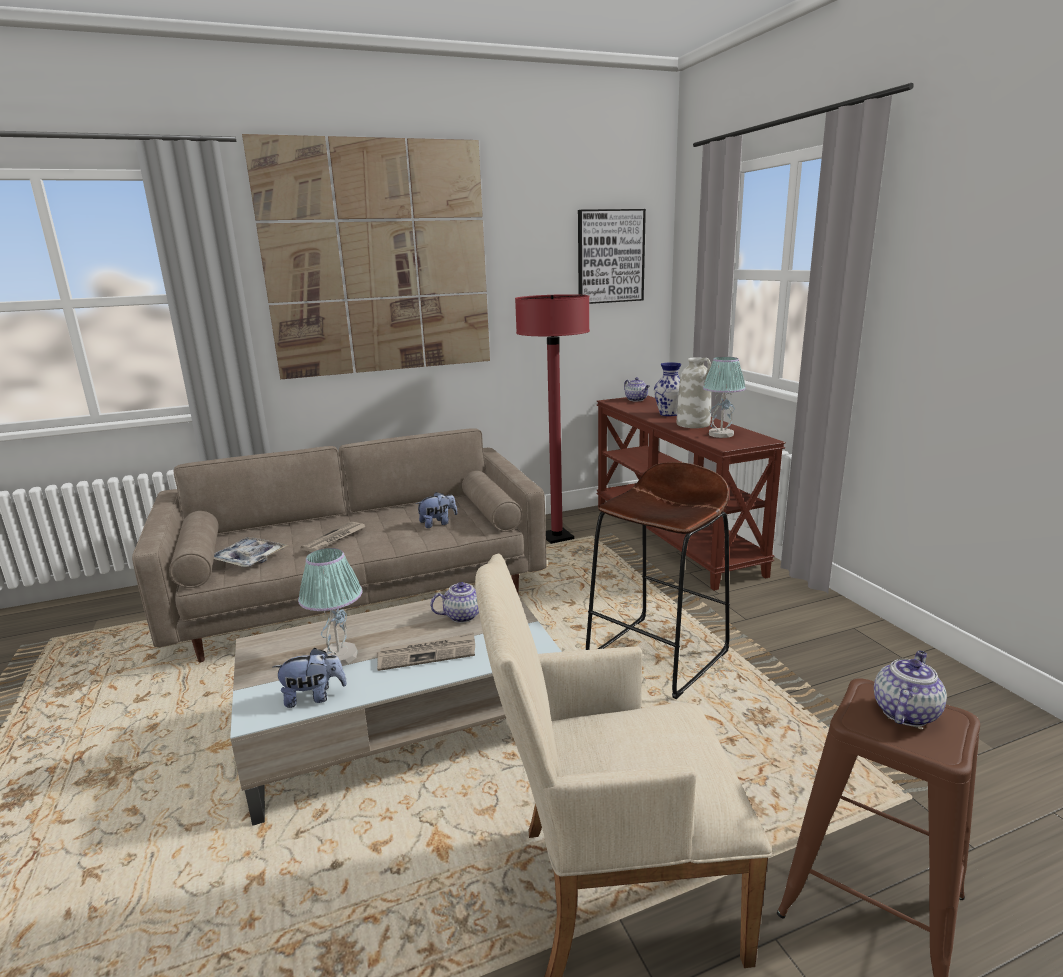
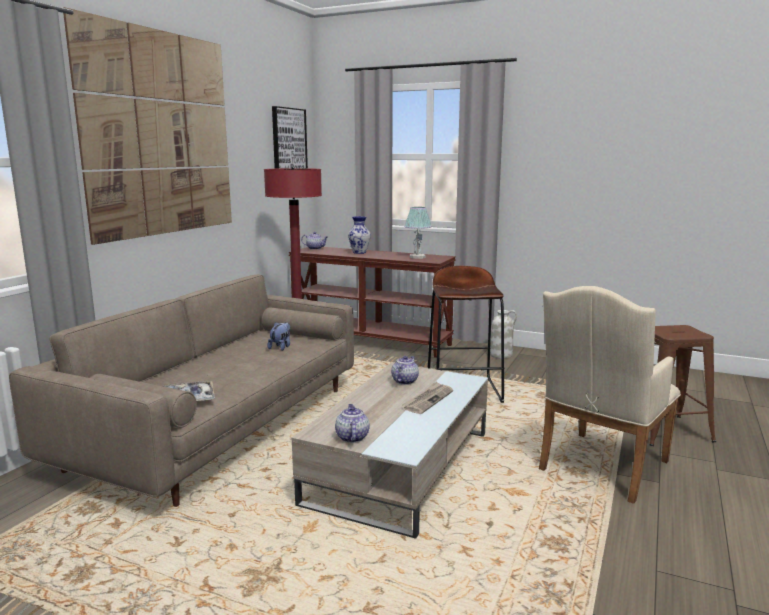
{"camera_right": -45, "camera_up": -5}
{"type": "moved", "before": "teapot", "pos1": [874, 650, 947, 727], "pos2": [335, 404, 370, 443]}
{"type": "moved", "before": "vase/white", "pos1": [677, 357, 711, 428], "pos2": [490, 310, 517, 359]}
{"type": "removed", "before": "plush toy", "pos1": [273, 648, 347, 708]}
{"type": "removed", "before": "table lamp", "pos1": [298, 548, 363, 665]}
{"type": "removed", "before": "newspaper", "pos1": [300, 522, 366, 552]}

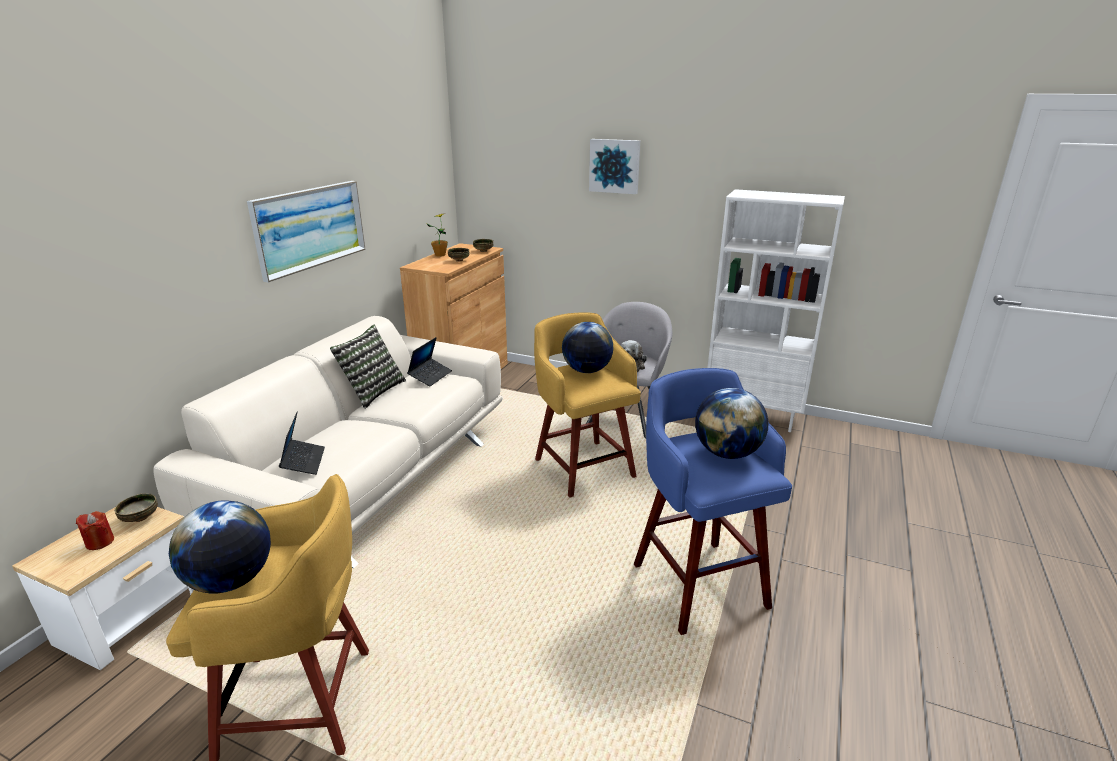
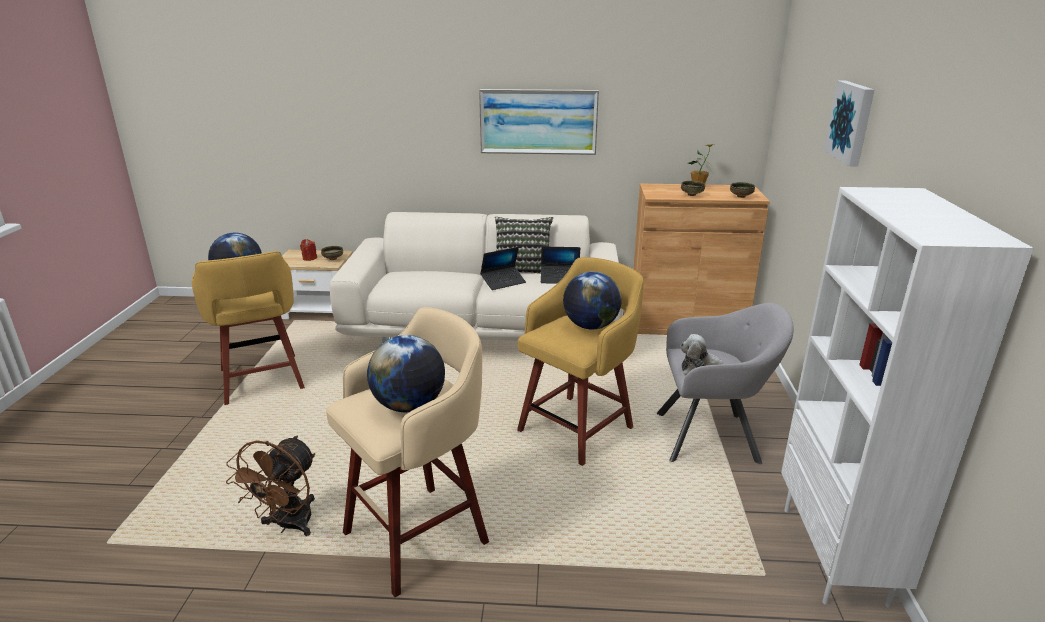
{"camera_right": 70, "camera_up": 0}
{"type": "added", "after": "fan/brown", "pos2": [226, 435, 315, 536]}
{"type": "recoloured", "before": "stool/blue", "after": "stool/beige", "pos1": [634, 368, 792, 635], "pos2": [326, 307, 489, 597]}
{"type": "moved", "before": "laptop", "pos1": [279, 411, 325, 475], "pos2": [480, 247, 526, 290]}

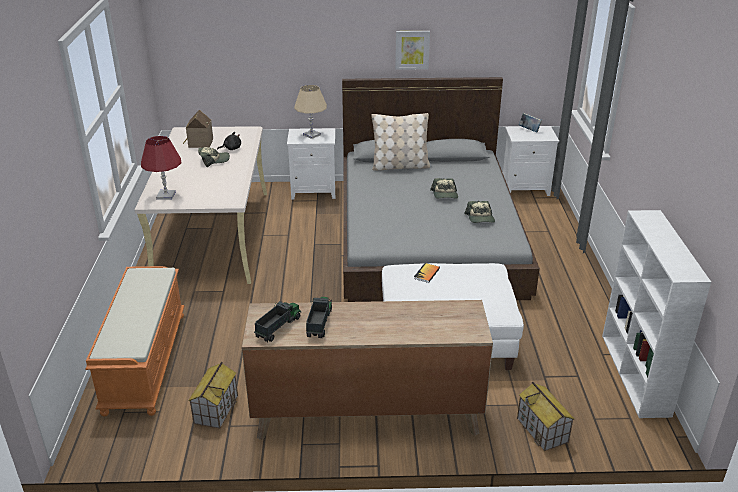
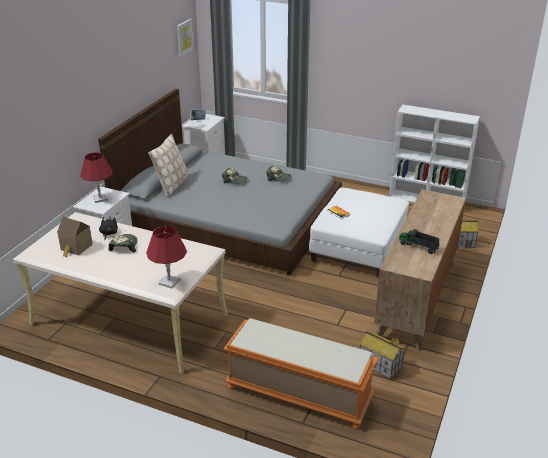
{"camera_right": -65, "camera_up": 0}
{"type": "recoloured", "before": "table lamp/beige", "after": "table lamp/red", "pos1": [294, 85, 327, 139], "pos2": [80, 152, 113, 203]}
{"type": "moved", "before": "picture", "pos1": [395, 31, 430, 70], "pos2": [177, 19, 194, 57]}
{"type": "removed", "before": "toy truck", "pos1": [254, 301, 301, 342]}

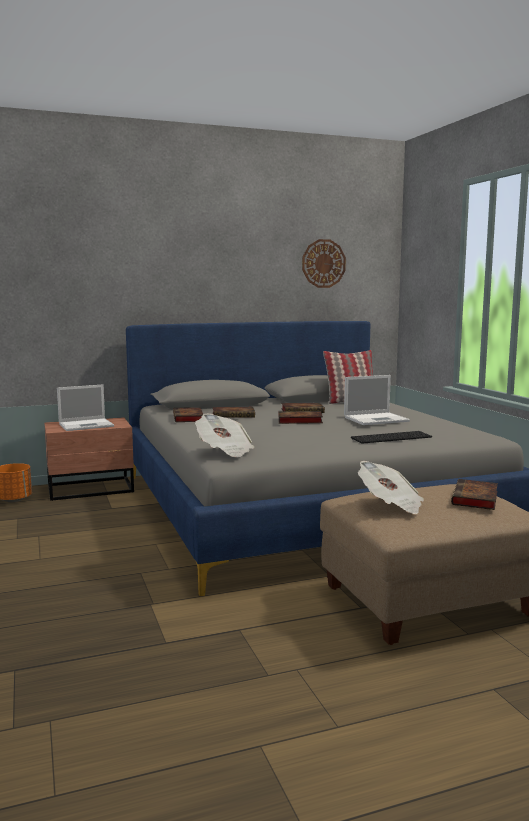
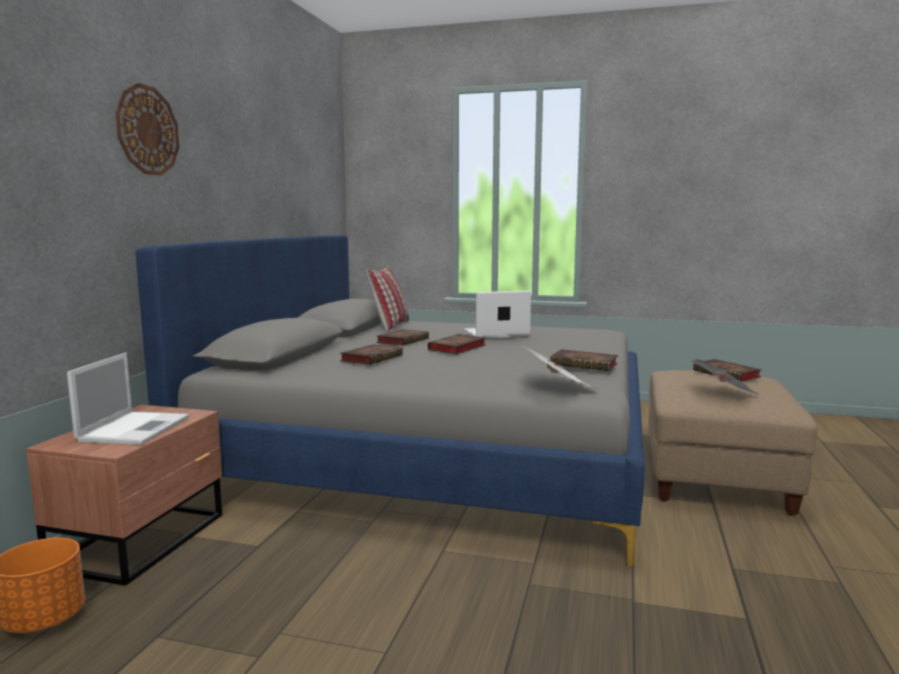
{"camera_right": -55, "camera_up": 0}
{"type": "moved", "before": "wall clock", "pos1": [302, 239, 346, 288], "pos2": [115, 83, 179, 176]}
{"type": "turned", "before": "laptop", "pos1": [344, 375, 410, 425], "pos2": [464, 291, 531, 338], "turn": -120}
{"type": "moved", "before": "book", "pos1": [173, 407, 203, 422], "pos2": [550, 349, 618, 371]}
{"type": "removed", "before": "keyboard", "pos1": [351, 431, 432, 444]}

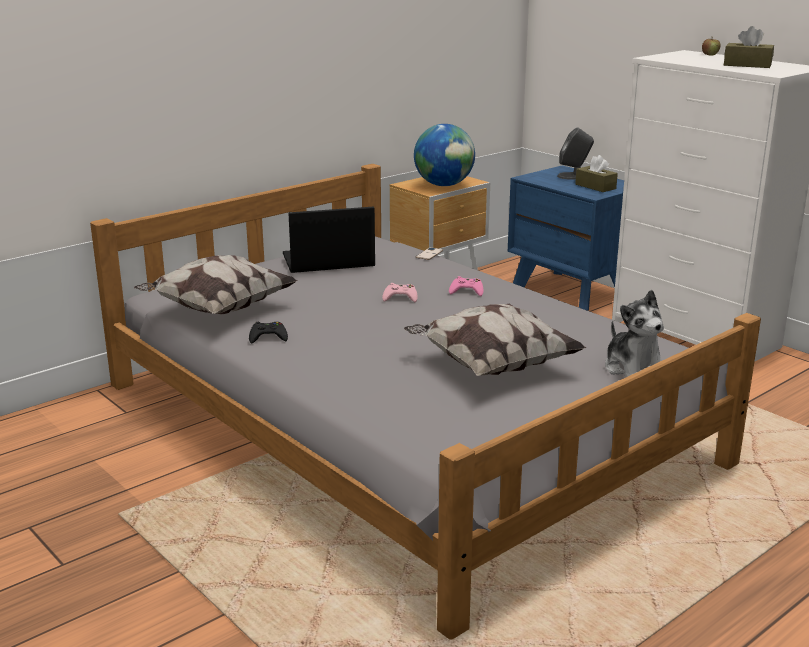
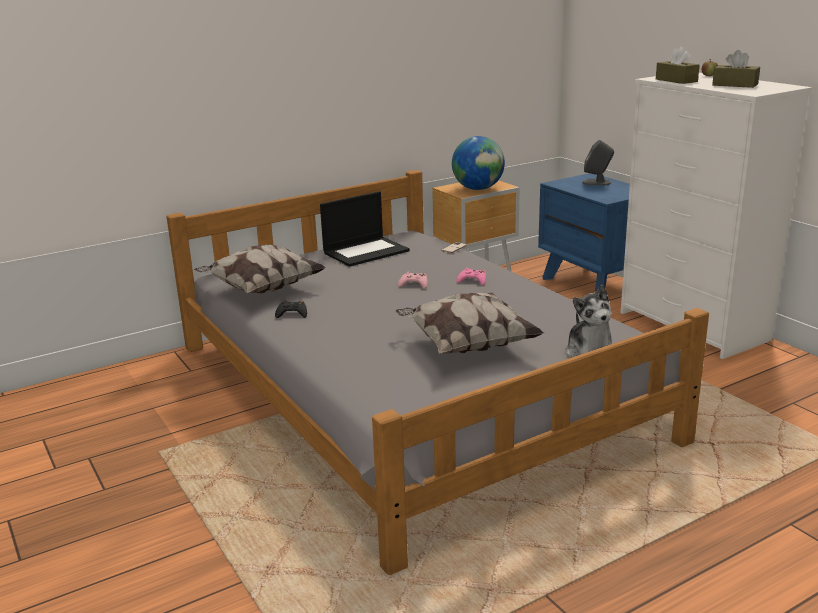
{"camera_right": 10, "camera_up": 0}
{"type": "turned", "before": "laptop", "pos1": [283, 207, 375, 273], "pos2": [320, 191, 410, 267], "turn": 150}
{"type": "moved", "before": "tissue box/brown", "pos1": [575, 155, 618, 192], "pos2": [656, 46, 700, 84]}

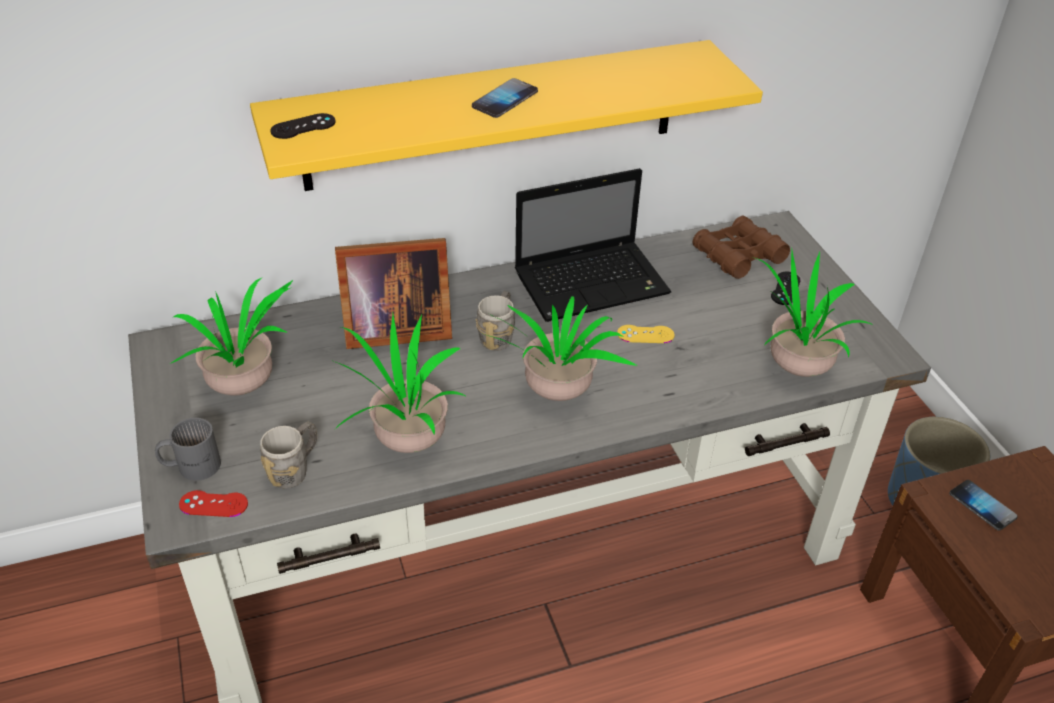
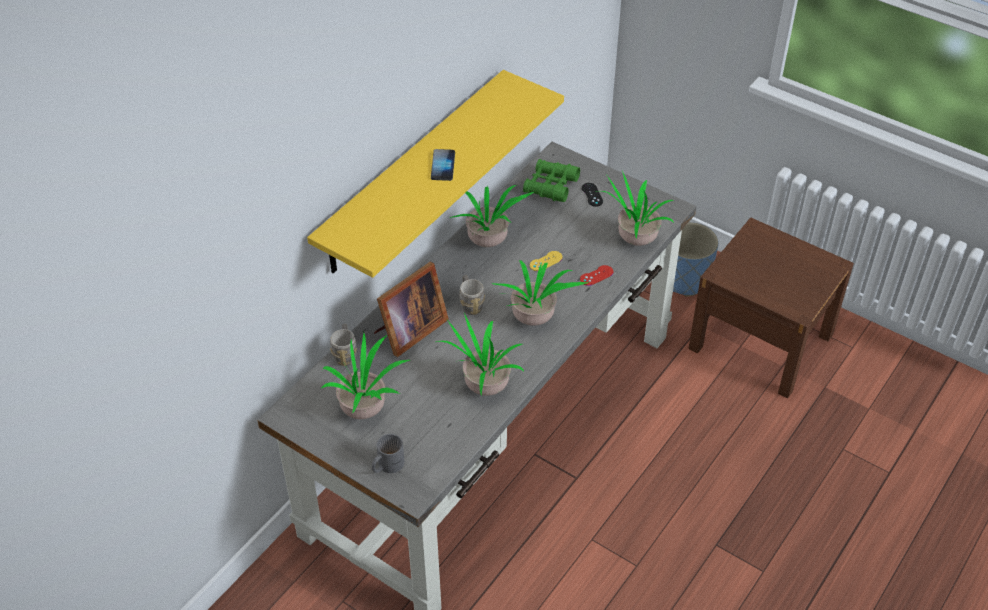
{"camera_right": -35, "camera_up": 5}
{"type": "moved", "before": "mug/grey", "pos1": [260, 422, 317, 489], "pos2": [330, 324, 357, 366]}
{"type": "replaced", "before": "laptop", "after": "potted plant", "pos1": [515, 168, 671, 322], "pos2": [449, 185, 534, 247]}
{"type": "recoloured", "before": "binoculars/brown", "after": "binoculars/green", "pos1": [693, 216, 790, 279], "pos2": [523, 159, 580, 202]}
{"type": "moved", "before": "game controller/red", "pos1": [179, 490, 248, 517], "pos2": [580, 265, 613, 286]}
{"type": "removed", "before": "game controller/black", "pos1": [270, 113, 335, 139]}
{"type": "removed", "before": "phone", "pos1": [949, 480, 1018, 531]}

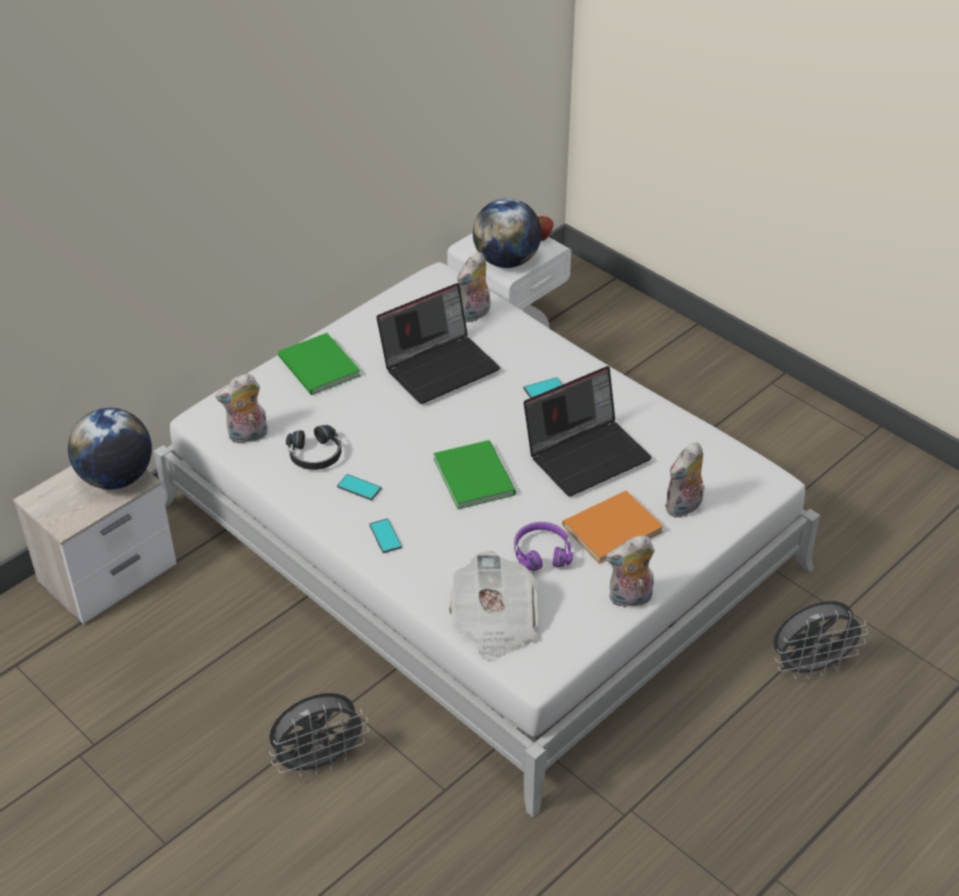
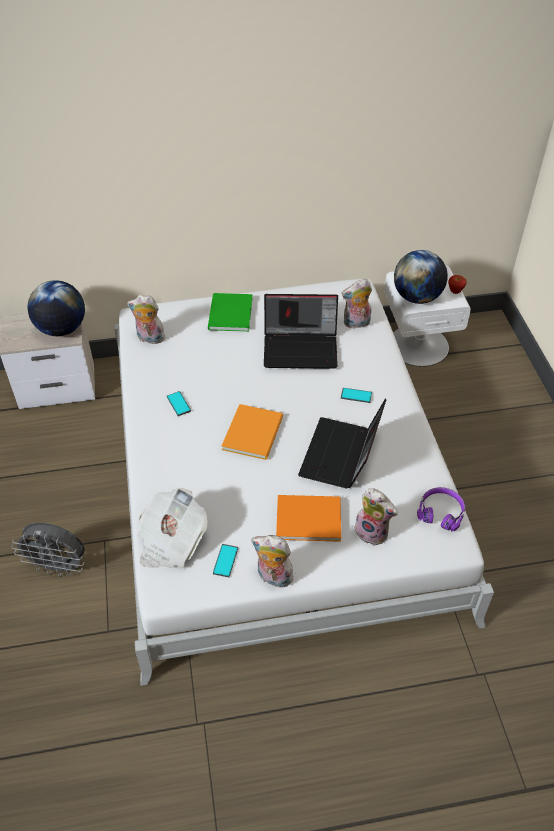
{"camera_right": 35, "camera_up": 5}
{"type": "moved", "before": "phone", "pos1": [369, 518, 402, 553], "pos2": [213, 544, 238, 577]}
{"type": "recoloured", "before": "book/green", "after": "book/orange", "pos1": [434, 440, 516, 509], "pos2": [222, 404, 283, 460]}
{"type": "turned", "before": "laptop", "pos1": [524, 366, 652, 497], "pos2": [298, 398, 386, 489], "turn": 105}
{"type": "turned", "before": "plush toy", "pos1": [665, 442, 705, 518], "pos2": [354, 488, 398, 546], "turn": -135}
{"type": "moved", "before": "headphones/purple", "pos1": [514, 522, 573, 571], "pos2": [417, 487, 465, 532]}
{"type": "removed", "before": "headphones/black", "pos1": [286, 425, 341, 470]}
{"type": "removed", "before": "fan/grey", "pos1": [773, 601, 869, 680]}

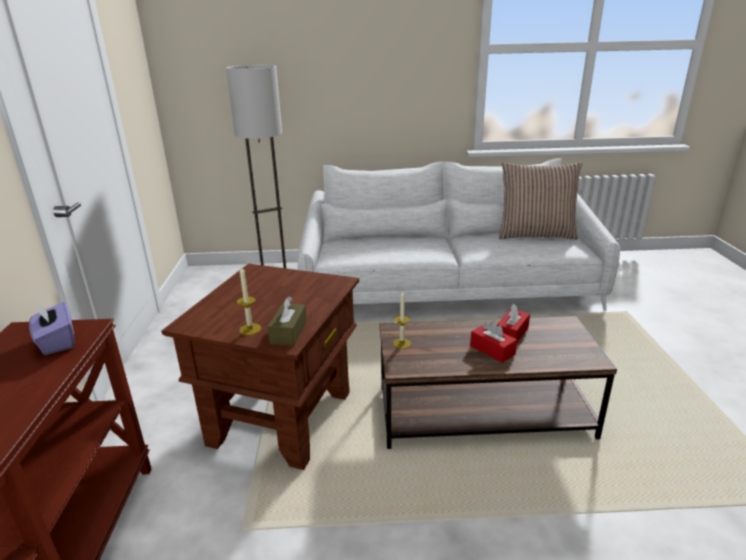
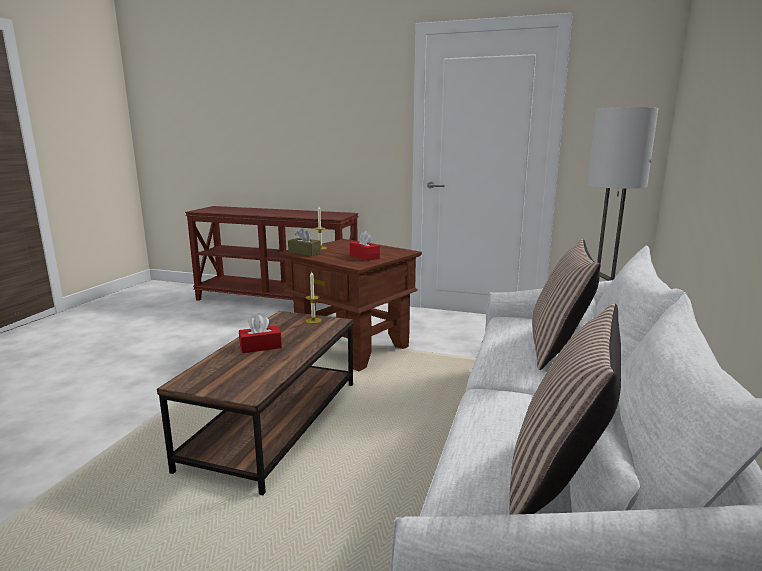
{"camera_right": 110, "camera_up": -10}
{"type": "moved", "before": "tissue box/red", "pos1": [497, 304, 530, 342], "pos2": [350, 231, 380, 261]}
{"type": "added", "after": "pillow", "pos2": [532, 239, 601, 370]}
{"type": "removed", "before": "tissue box/purple", "pos1": [29, 301, 75, 355]}

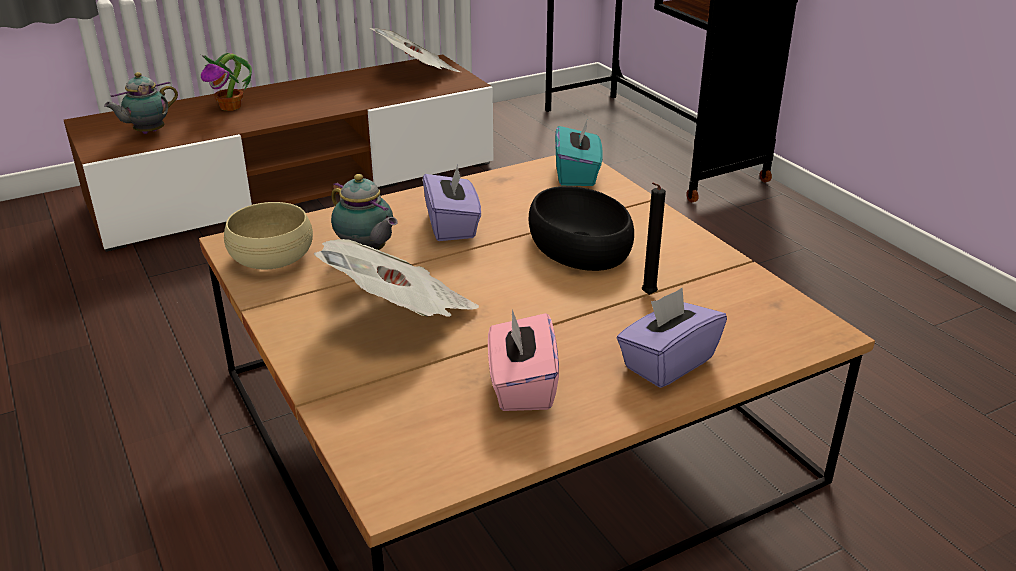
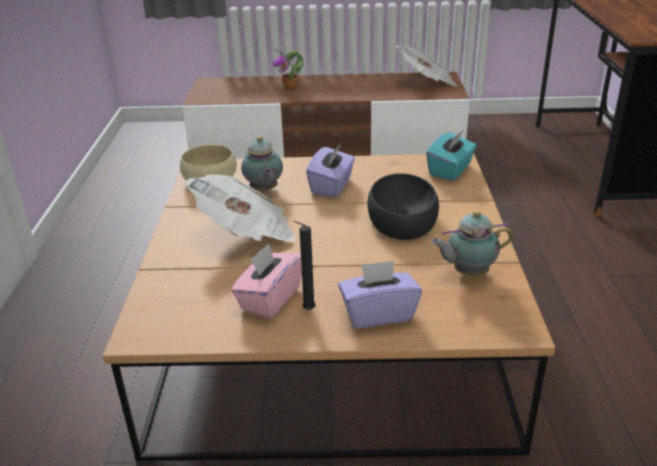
{"camera_right": 30, "camera_up": 0}
{"type": "moved", "before": "candle/black", "pos1": [642, 183, 666, 295], "pos2": [293, 221, 316, 310]}
{"type": "moved", "before": "teapot", "pos1": [104, 72, 178, 134], "pos2": [431, 211, 513, 276]}

